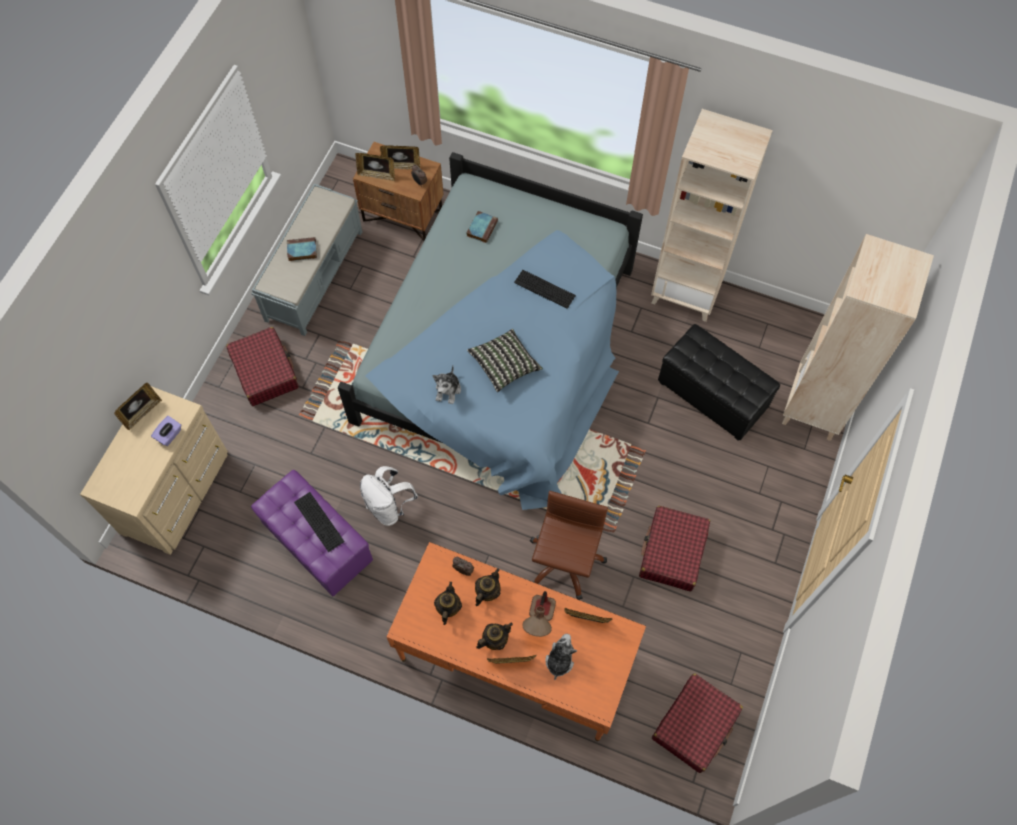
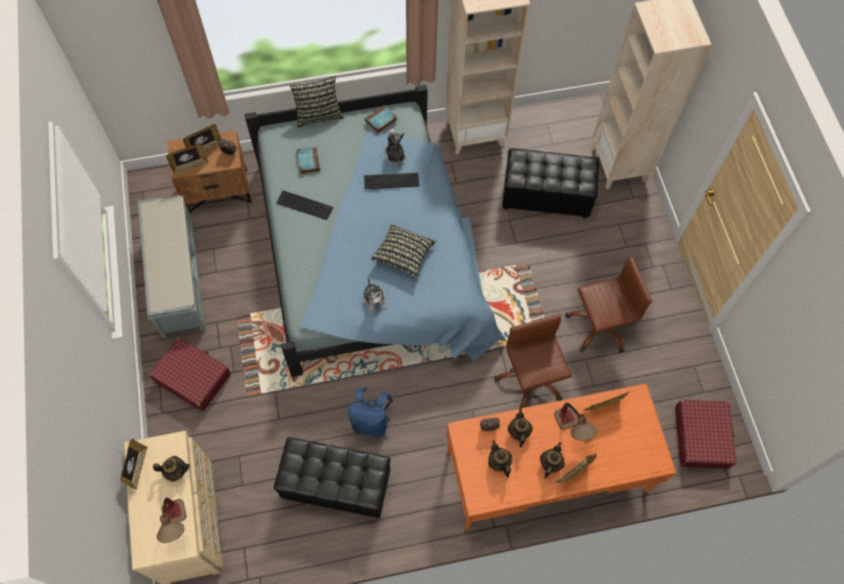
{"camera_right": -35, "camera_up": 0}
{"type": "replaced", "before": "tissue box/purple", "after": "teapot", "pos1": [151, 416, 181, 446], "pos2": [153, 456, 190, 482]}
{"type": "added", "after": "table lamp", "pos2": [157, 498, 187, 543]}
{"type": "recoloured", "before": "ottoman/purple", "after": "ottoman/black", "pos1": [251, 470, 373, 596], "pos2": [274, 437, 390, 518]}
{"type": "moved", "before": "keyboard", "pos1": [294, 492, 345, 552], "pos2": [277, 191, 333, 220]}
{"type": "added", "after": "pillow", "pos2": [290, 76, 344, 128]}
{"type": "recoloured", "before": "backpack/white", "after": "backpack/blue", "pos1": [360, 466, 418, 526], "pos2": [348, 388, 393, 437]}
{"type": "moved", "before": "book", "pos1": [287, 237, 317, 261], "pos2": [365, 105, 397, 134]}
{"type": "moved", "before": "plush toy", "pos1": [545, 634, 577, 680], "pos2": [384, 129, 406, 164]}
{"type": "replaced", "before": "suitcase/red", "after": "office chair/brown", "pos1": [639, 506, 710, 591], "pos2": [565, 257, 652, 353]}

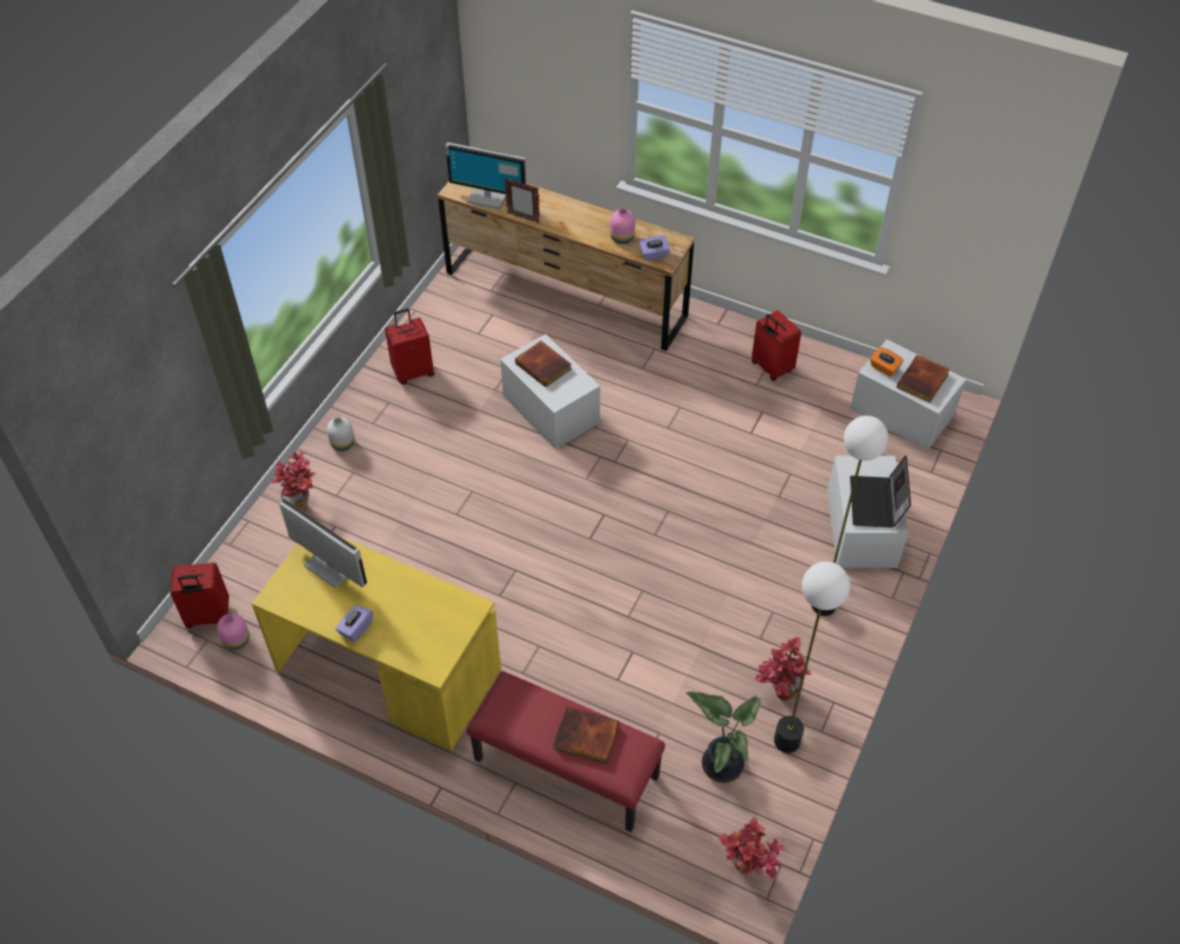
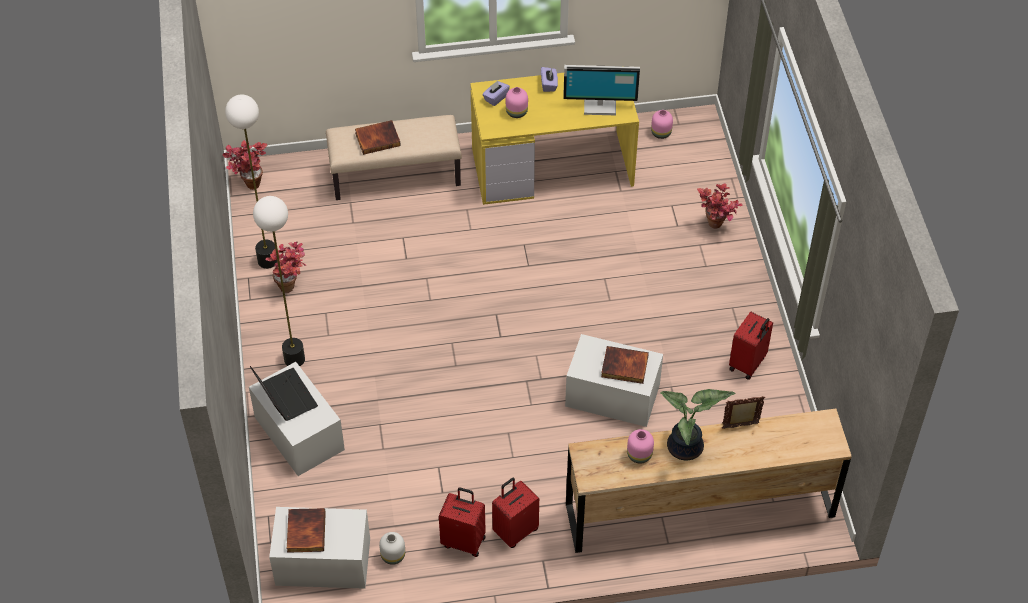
{"camera_right": 145, "camera_up": 0}
{"type": "recoloured", "before": "bench/red", "after": "bench/beige", "pos1": [467, 671, 665, 832], "pos2": [326, 115, 462, 200]}
{"type": "moved", "before": "vase/white", "pos1": [327, 417, 355, 451], "pos2": [379, 532, 405, 565]}
{"type": "moved", "before": "tissue box/purple", "pos1": [639, 236, 670, 260], "pos2": [482, 81, 510, 106]}
{"type": "moved", "before": "suitcase/red", "pos1": [170, 563, 229, 629], "pos2": [492, 478, 539, 548]}
{"type": "added", "after": "vase/pink", "pos2": [506, 87, 528, 118]}
{"type": "moved", "before": "potted plant", "pos1": [686, 692, 760, 783], "pos2": [660, 389, 735, 460]}
{"type": "removed", "before": "monitor", "pos1": [446, 142, 526, 210]}
{"type": "removed", "before": "tissue box/orange", "pos1": [870, 347, 904, 377]}

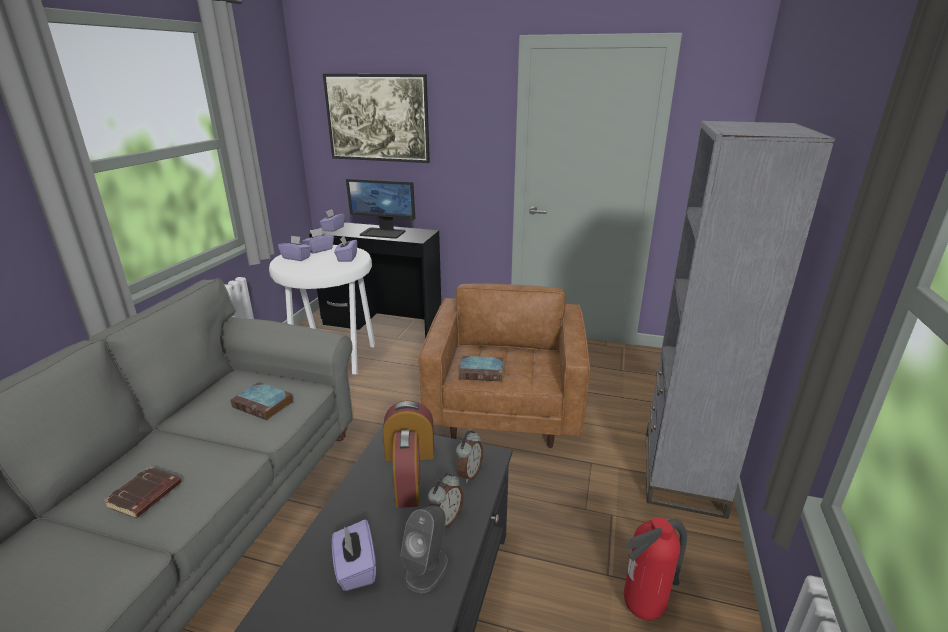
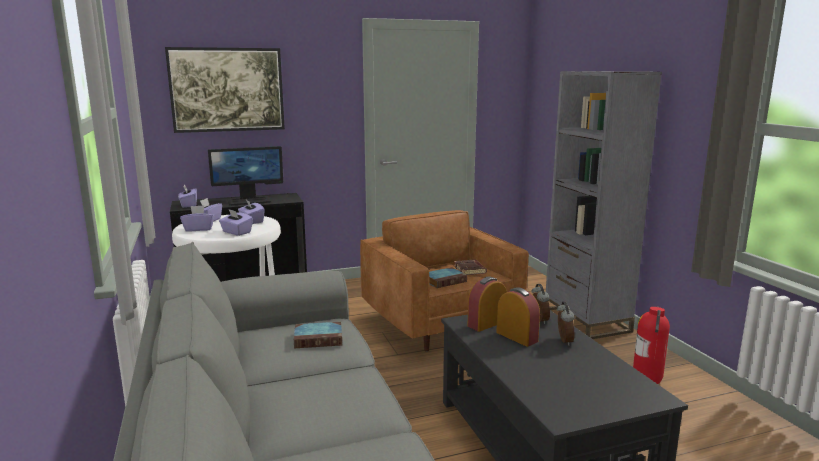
{"camera_right": -35, "camera_up": -10}
{"type": "moved", "before": "tissue box/purple", "pos1": [332, 519, 376, 591], "pos2": [219, 209, 253, 236]}
{"type": "moved", "before": "book/brown", "pos1": [103, 467, 182, 518], "pos2": [454, 259, 487, 275]}
{"type": "removed", "before": "speaker/grey", "pos1": [400, 505, 449, 593]}

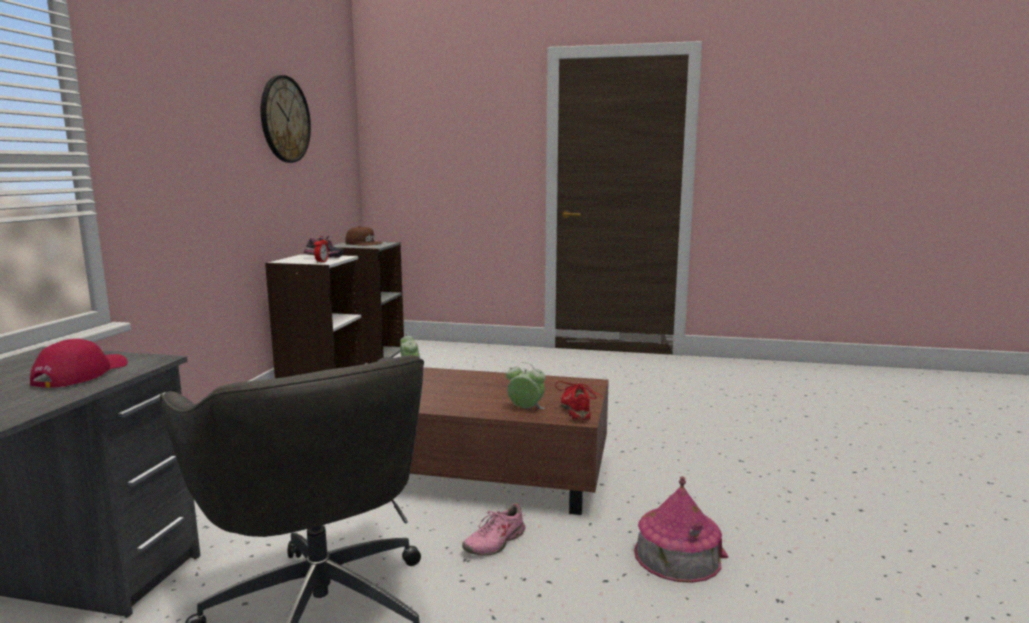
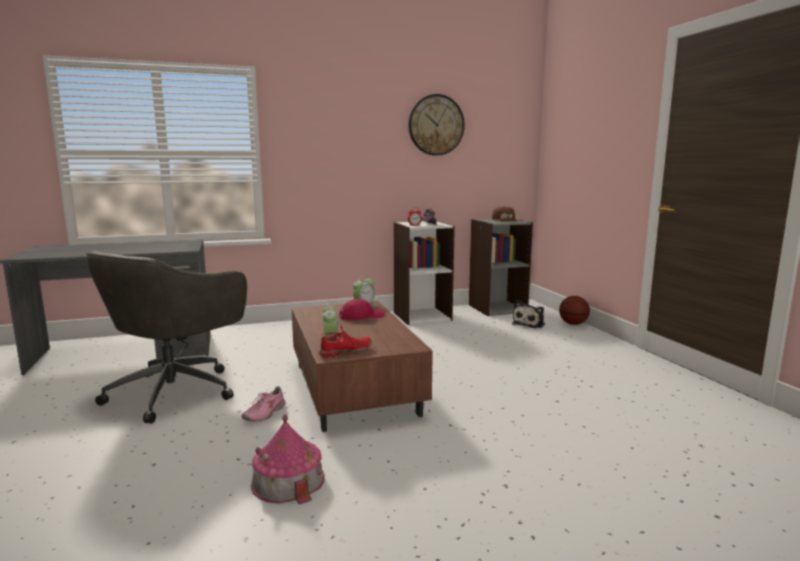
{"camera_right": 60, "camera_up": 0}
{"type": "turned", "before": "shoe/pink", "pos1": [462, 503, 526, 556], "pos2": [242, 386, 286, 421], "turn": -75}
{"type": "moved", "before": "cap/red", "pos1": [30, 339, 128, 388], "pos2": [339, 299, 385, 320]}
{"type": "added", "after": "plush toy", "pos2": [512, 300, 545, 328]}
{"type": "added", "after": "basketball", "pos2": [559, 296, 590, 325]}

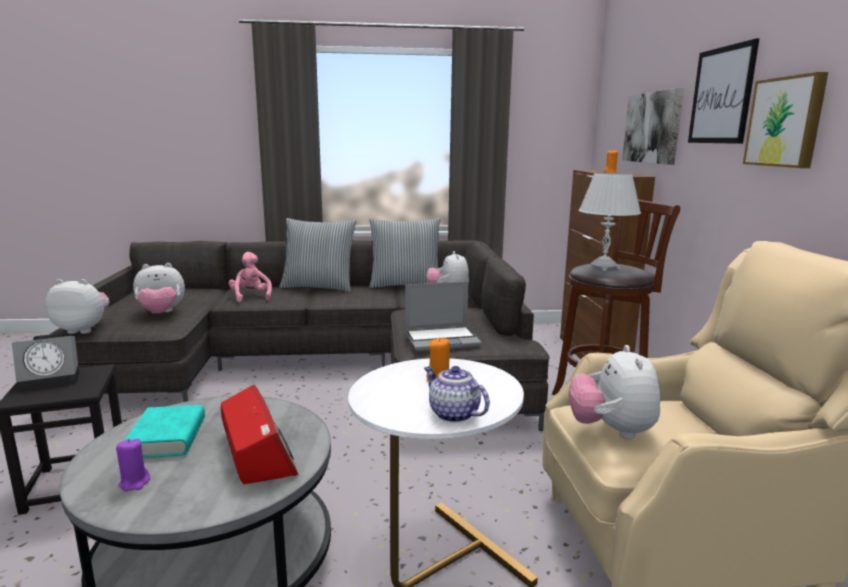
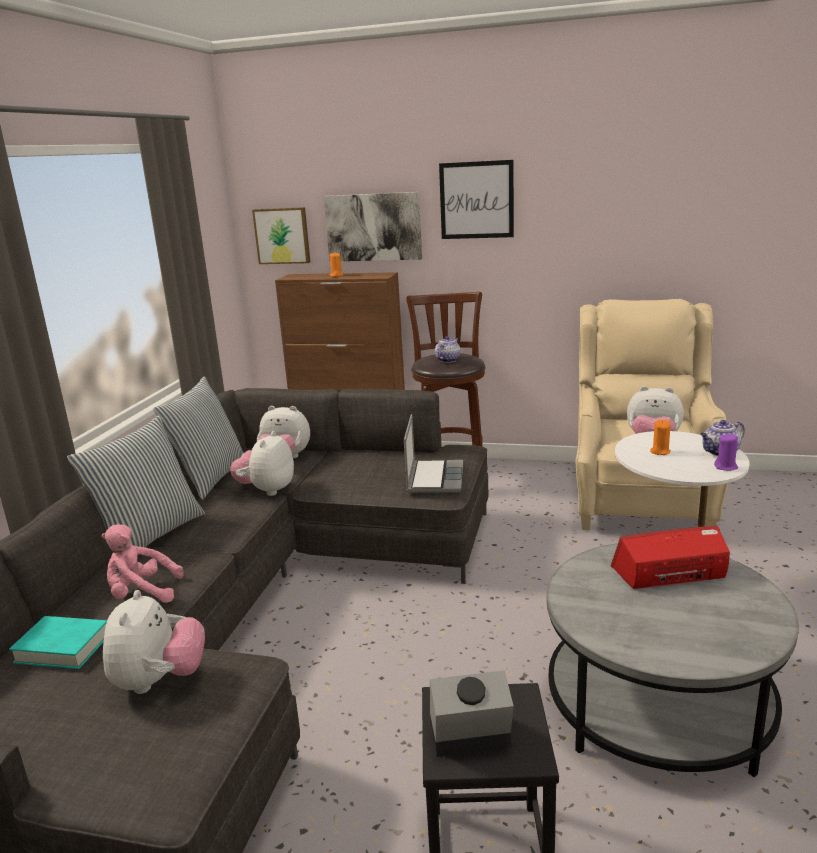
{"camera_right": -70, "camera_up": 5}
{"type": "moved", "before": "book/turquoise", "pos1": [124, 405, 205, 458], "pos2": [9, 616, 107, 669]}
{"type": "moved", "before": "plush toy", "pos1": [45, 279, 109, 334], "pos2": [230, 431, 294, 496]}
{"type": "moved", "before": "picture", "pos1": [743, 72, 828, 168], "pos2": [252, 207, 310, 264]}
{"type": "turned", "before": "alarm clock", "pos1": [12, 334, 80, 392], "pos2": [430, 670, 514, 757], "turn": -90}
{"type": "replaced", "before": "table lamp/white", "after": "teapot", "pos1": [579, 173, 641, 271], "pos2": [435, 336, 461, 363]}
{"type": "moved", "before": "candle/purple", "pos1": [116, 439, 150, 491], "pos2": [714, 434, 738, 471]}

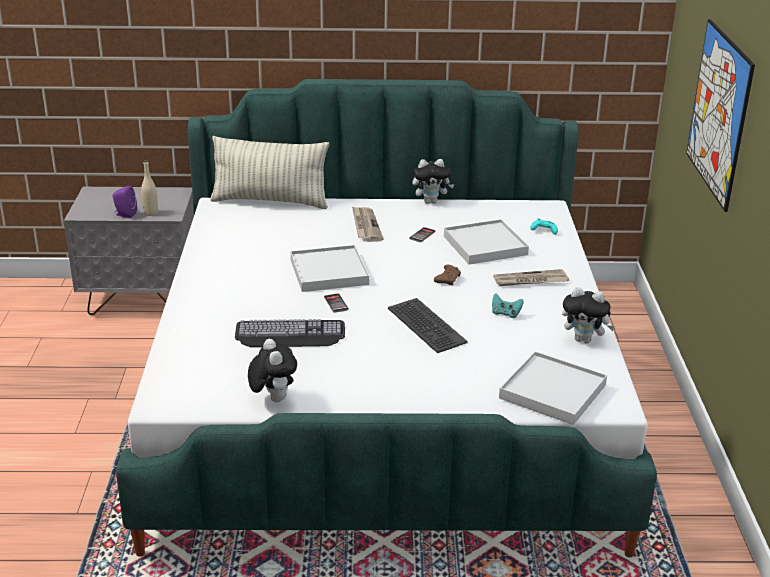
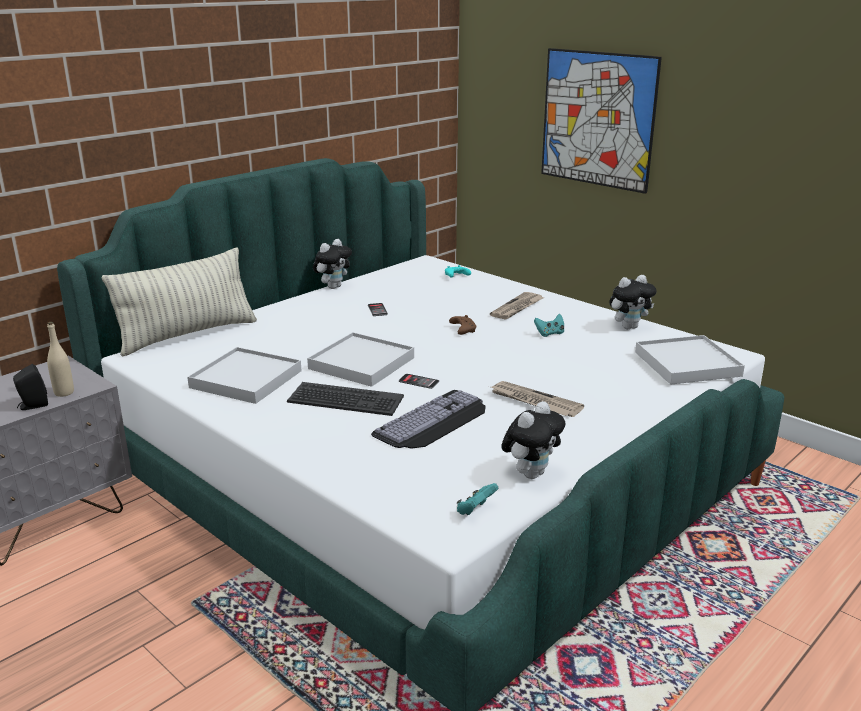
{"camera_right": -45, "camera_up": -5}
{"type": "recoloured", "before": "speaker/purple", "after": "speaker/black", "pos1": [113, 186, 137, 218], "pos2": [13, 364, 48, 410]}
{"type": "moved", "before": "tray/white", "pos1": [444, 219, 529, 265], "pos2": [187, 347, 302, 404]}
{"type": "moved", "before": "keyboard", "pos1": [388, 298, 468, 353], "pos2": [287, 382, 404, 416]}
{"type": "added", "after": "game controller/turquoise", "pos2": [457, 483, 499, 515]}
{"type": "moved", "before": "newspaper", "pos1": [352, 206, 383, 242], "pos2": [491, 381, 584, 417]}
{"type": "turned", "before": "plush toy", "pos1": [248, 339, 297, 402], "pos2": [501, 401, 566, 479], "turn": 105}

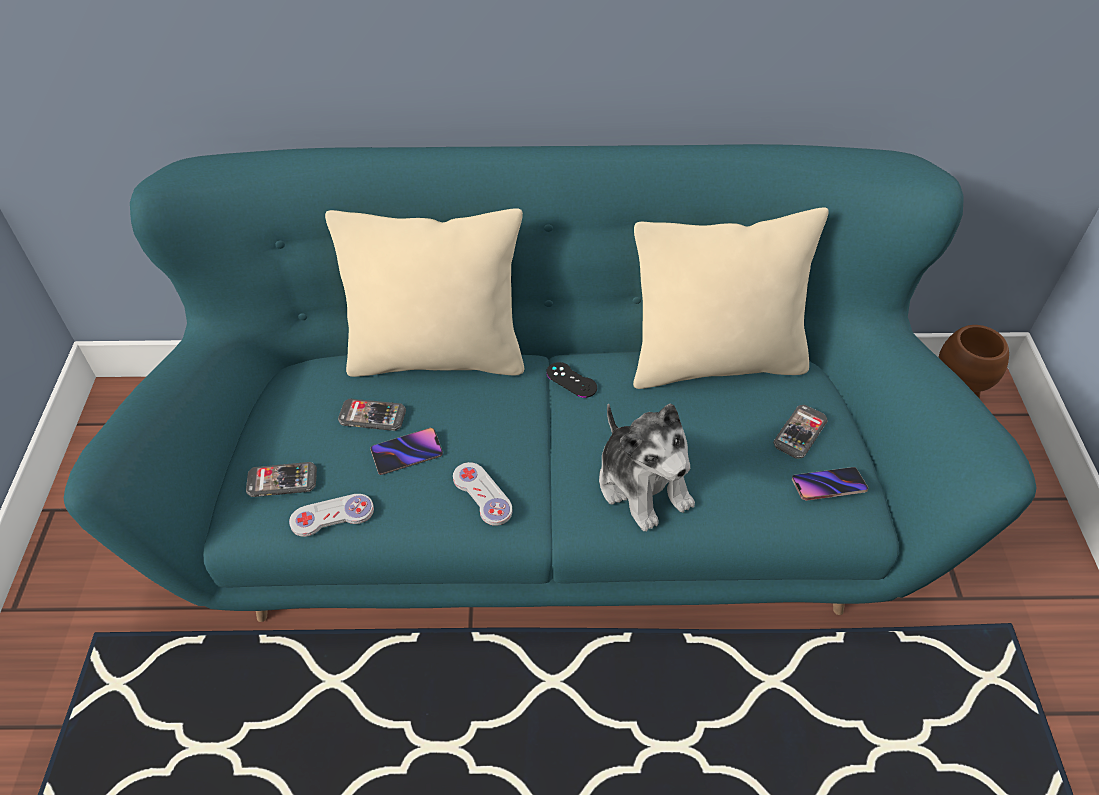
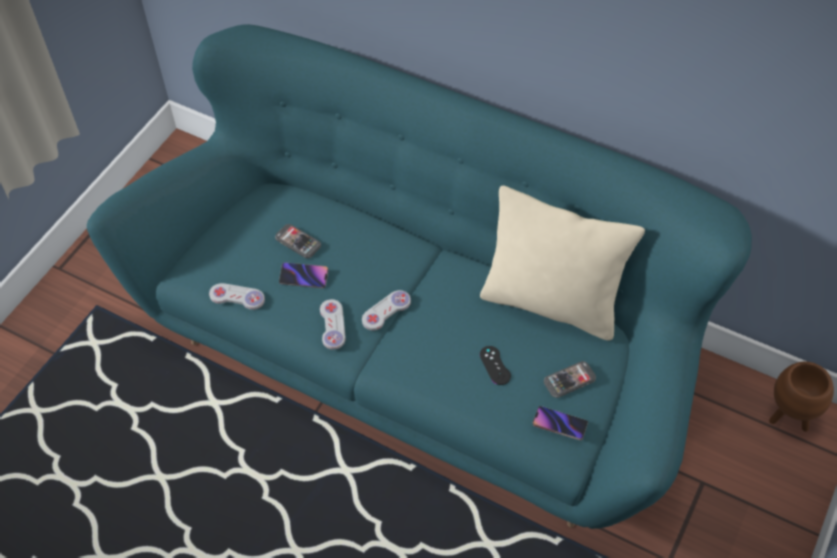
{"camera_right": 30, "camera_up": 5}
{"type": "added", "after": "game controller/white", "pos2": [362, 290, 411, 331]}
{"type": "moved", "before": "game controller/black", "pos1": [546, 362, 597, 398], "pos2": [480, 346, 511, 385]}
{"type": "removed", "before": "phone", "pos1": [246, 462, 317, 497]}
{"type": "removed", "before": "pillow/beige", "pos1": [325, 208, 524, 377]}
{"type": "removed", "before": "plush toy", "pos1": [599, 403, 695, 531]}

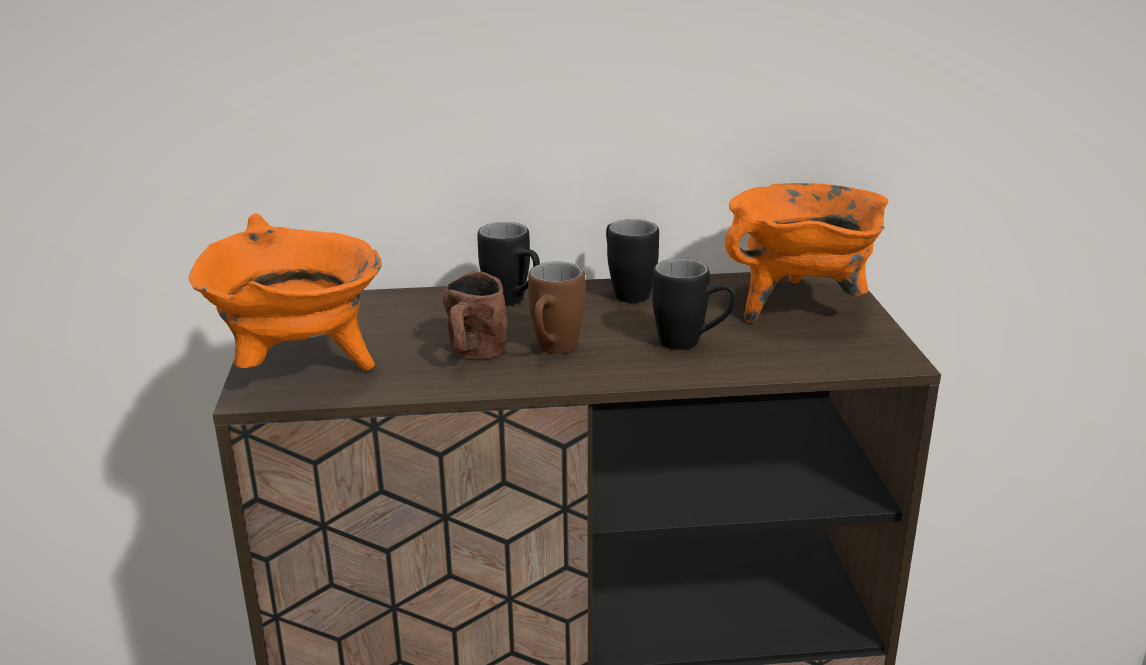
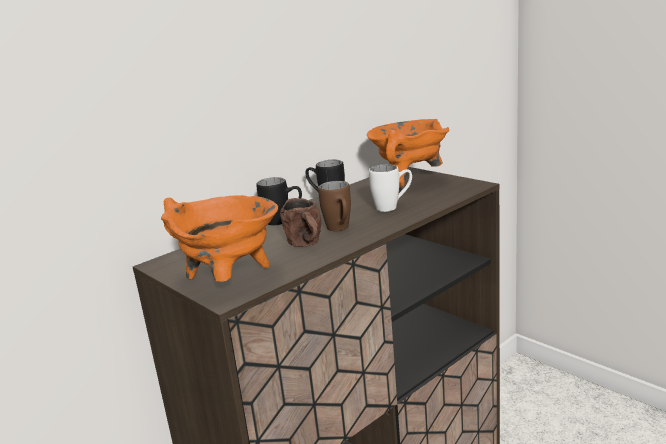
{"camera_right": -35, "camera_up": -5}
{"type": "recoloured", "before": "mug/black", "after": "mug/white", "pos1": [652, 258, 736, 350], "pos2": [369, 164, 412, 212]}

